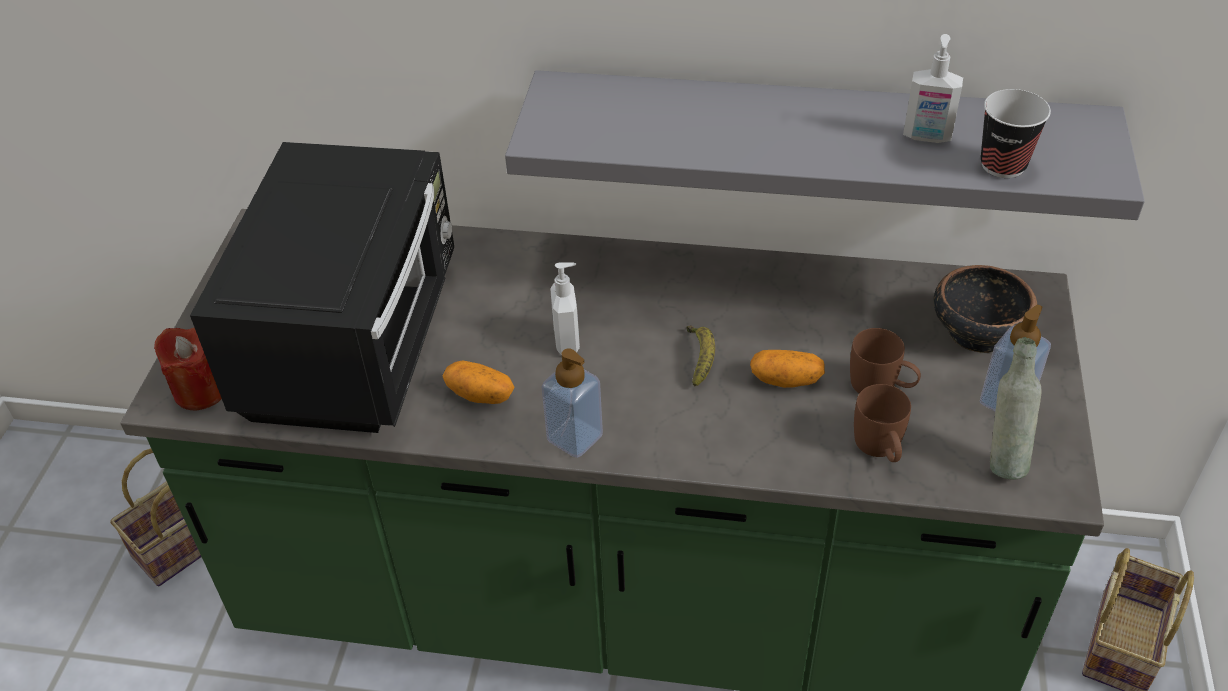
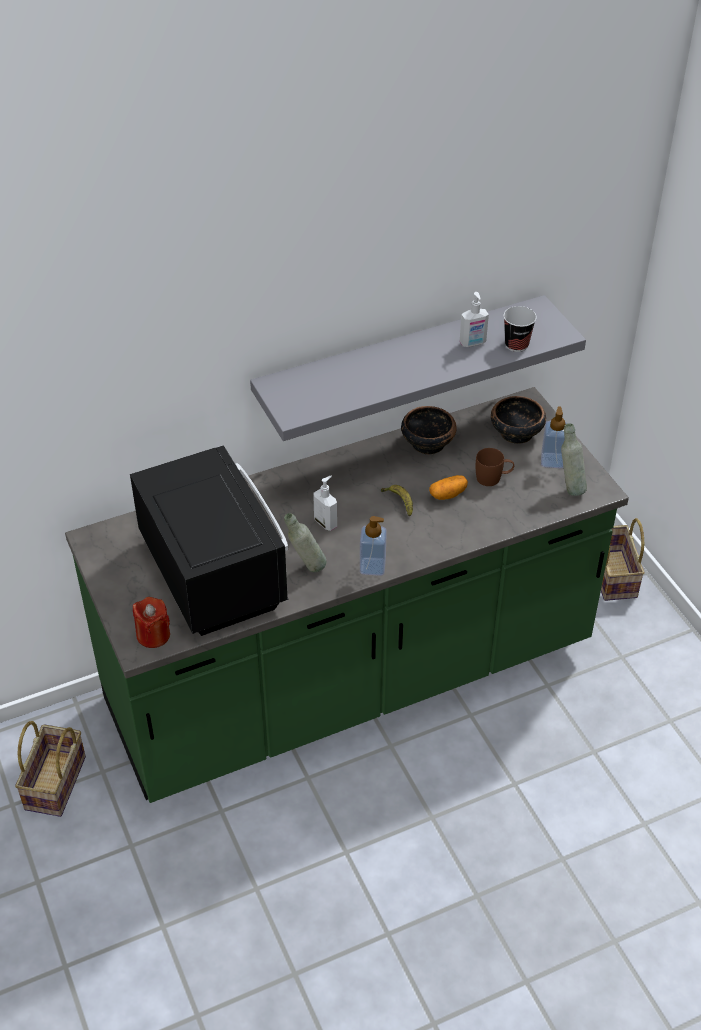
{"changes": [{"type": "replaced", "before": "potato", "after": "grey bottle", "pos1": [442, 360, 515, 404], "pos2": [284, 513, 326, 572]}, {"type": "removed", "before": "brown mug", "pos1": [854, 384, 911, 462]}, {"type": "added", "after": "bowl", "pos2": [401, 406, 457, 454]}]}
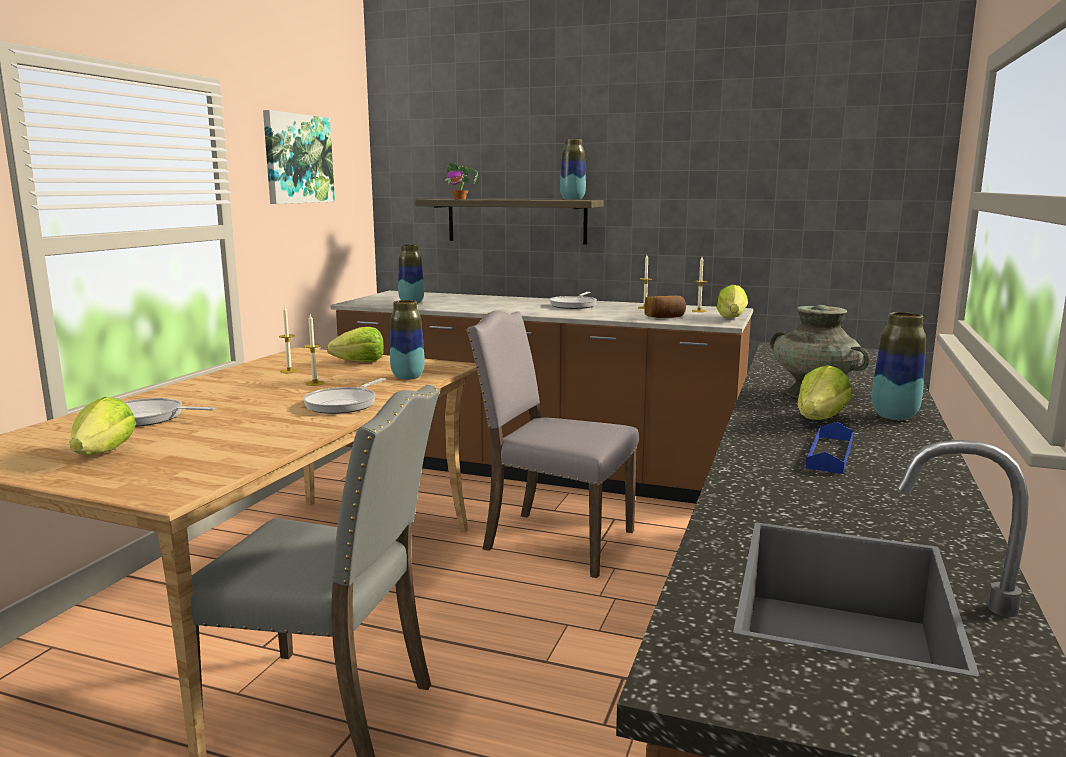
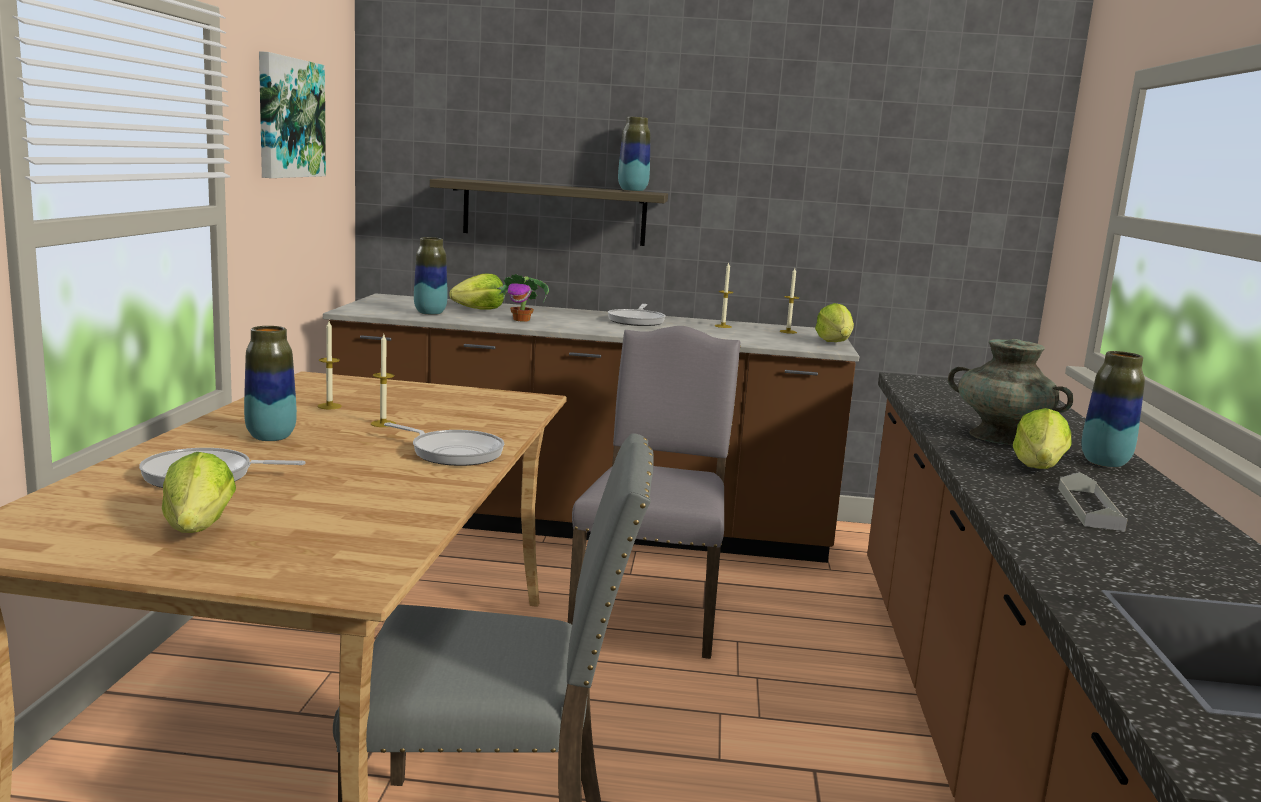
{"changes": [{"type": "moved", "before": "potted plant", "pos1": [443, 162, 478, 199], "pos2": [497, 274, 549, 322]}, {"type": "removed", "before": "bread", "pos1": [644, 296, 686, 318]}, {"type": "moved", "before": "vase", "pos1": [390, 300, 425, 380], "pos2": [244, 326, 297, 441]}, {"type": "turned", "before": "grey chair", "pos1": [466, 310, 639, 578], "pos2": [568, 326, 741, 659], "turn": 90}, {"type": "moved", "before": "lettuce", "pos1": [327, 327, 384, 362], "pos2": [449, 274, 504, 310]}, {"type": "turned", "before": "frying pan", "pos1": [303, 378, 386, 414], "pos2": [384, 422, 504, 466], "turn": -75}, {"type": "recoloured", "before": "blue tray", "after": "grey tray", "pos1": [805, 422, 853, 474], "pos2": [1058, 472, 1128, 531]}]}
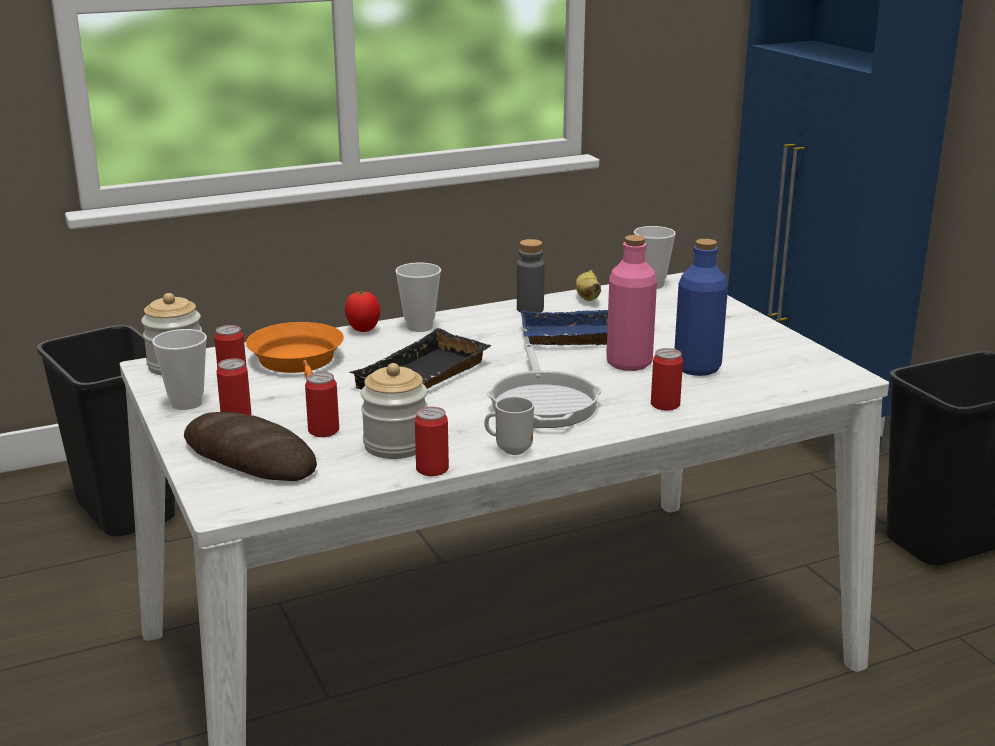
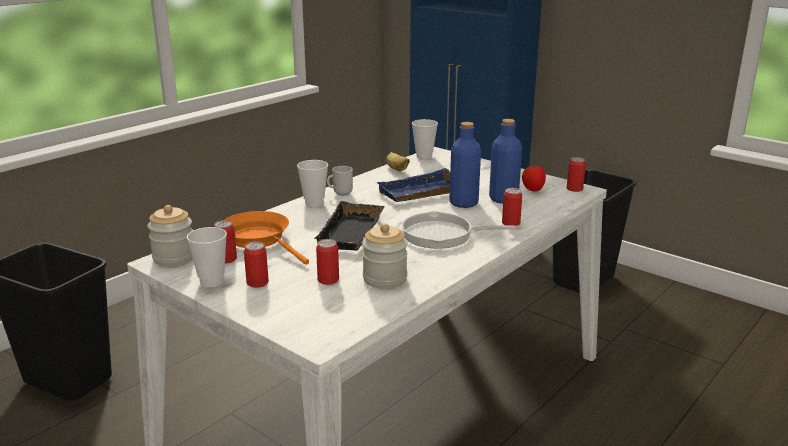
{"changes": [{"type": "recoloured", "before": "pink bottle", "after": "blue bottle", "pos1": [606, 235, 657, 371], "pos2": [449, 122, 481, 208]}, {"type": "removed", "before": "grey bottle", "pos1": [517, 239, 545, 313]}, {"type": "moved", "before": "tomato", "pos1": [345, 291, 380, 332], "pos2": [522, 165, 546, 191]}, {"type": "turned", "before": "frying pan", "pos1": [487, 344, 602, 428], "pos2": [397, 211, 521, 249], "turn": 120}, {"type": "moved", "before": "mug", "pos1": [484, 397, 534, 455], "pos2": [327, 166, 353, 196]}, {"type": "moved", "before": "can", "pos1": [415, 407, 449, 476], "pos2": [567, 157, 586, 192]}, {"type": "removed", "before": "bread", "pos1": [184, 412, 317, 481]}]}
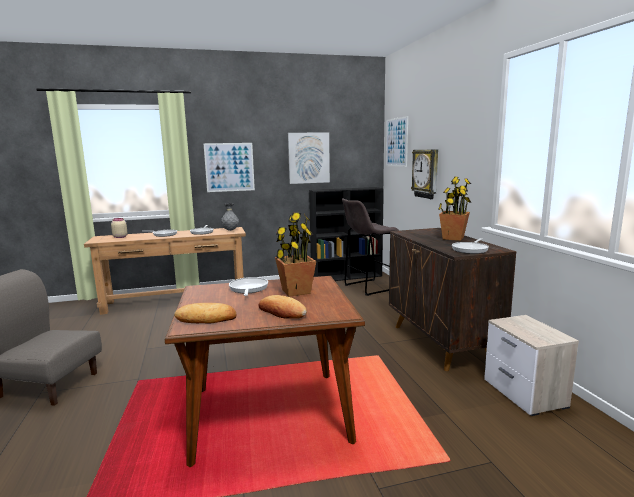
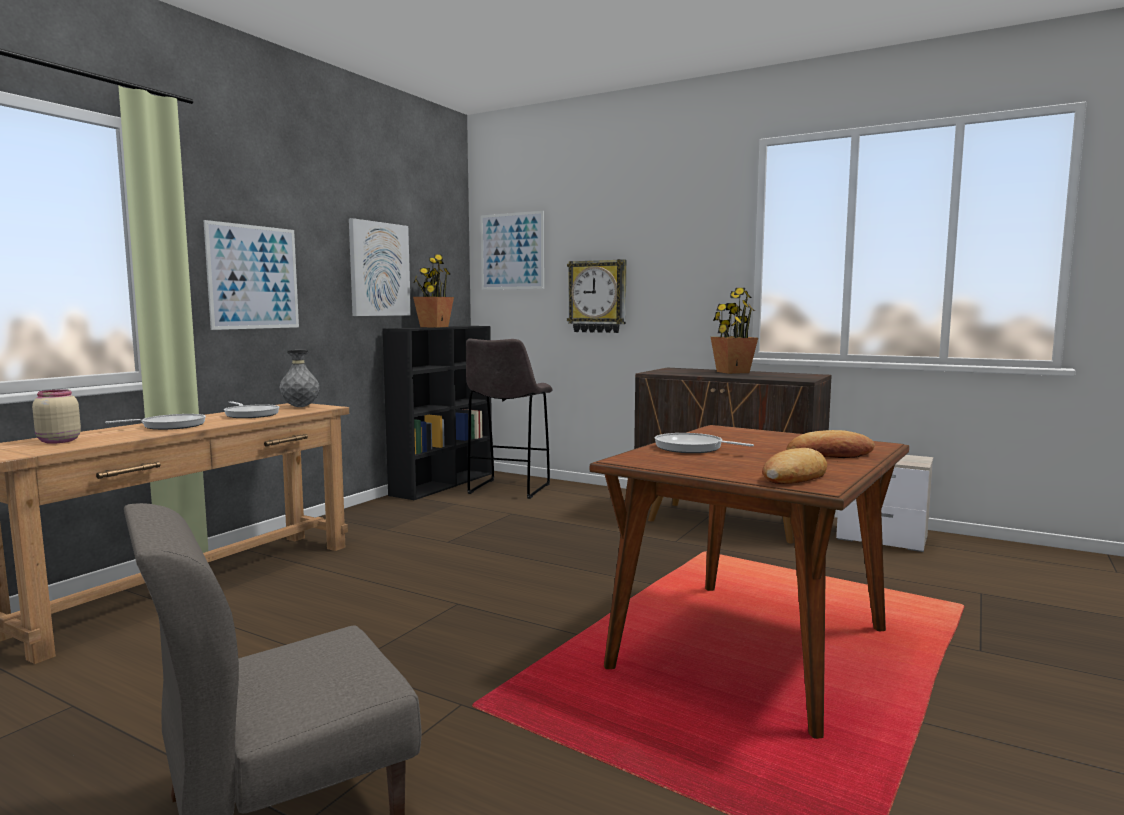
{"changes": [{"type": "moved", "before": "potted plant", "pos1": [275, 213, 316, 297], "pos2": [413, 254, 454, 328]}, {"type": "removed", "before": "frying pan", "pos1": [452, 238, 489, 254]}]}
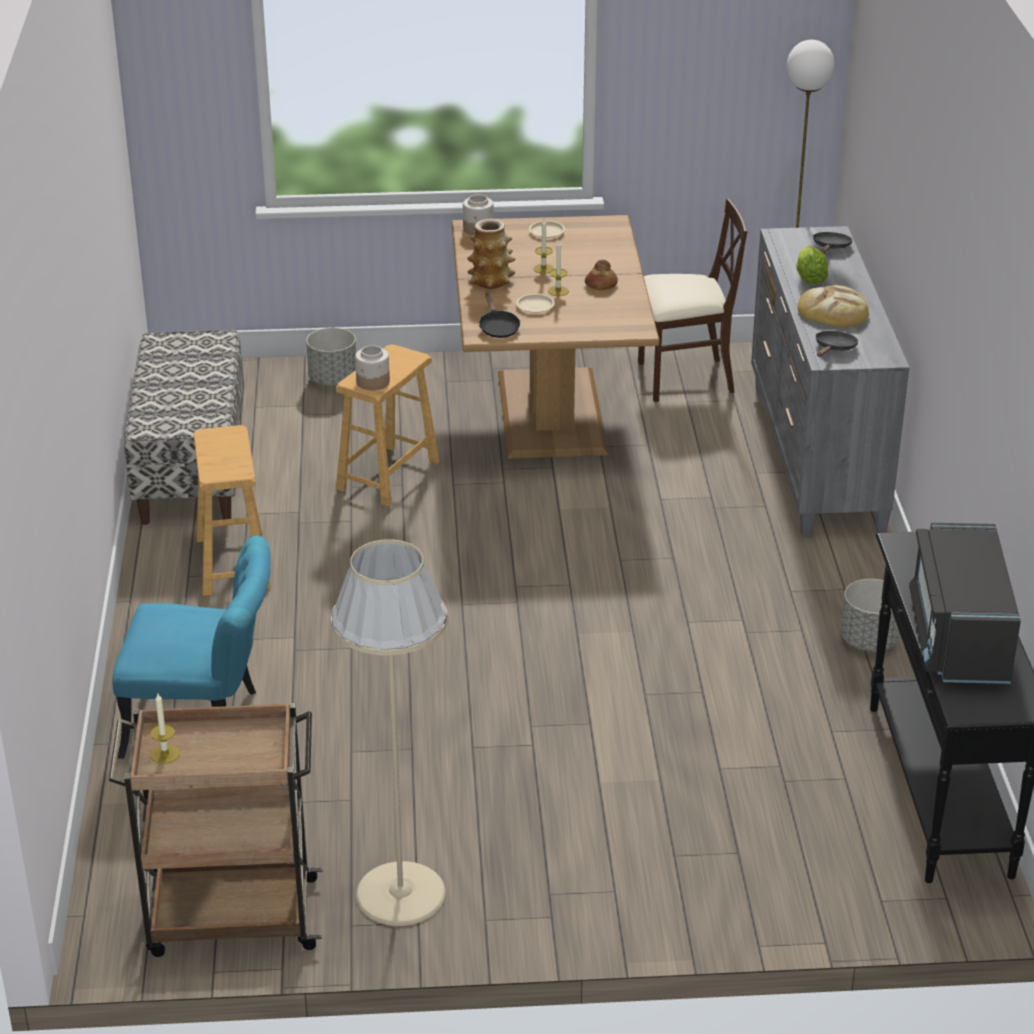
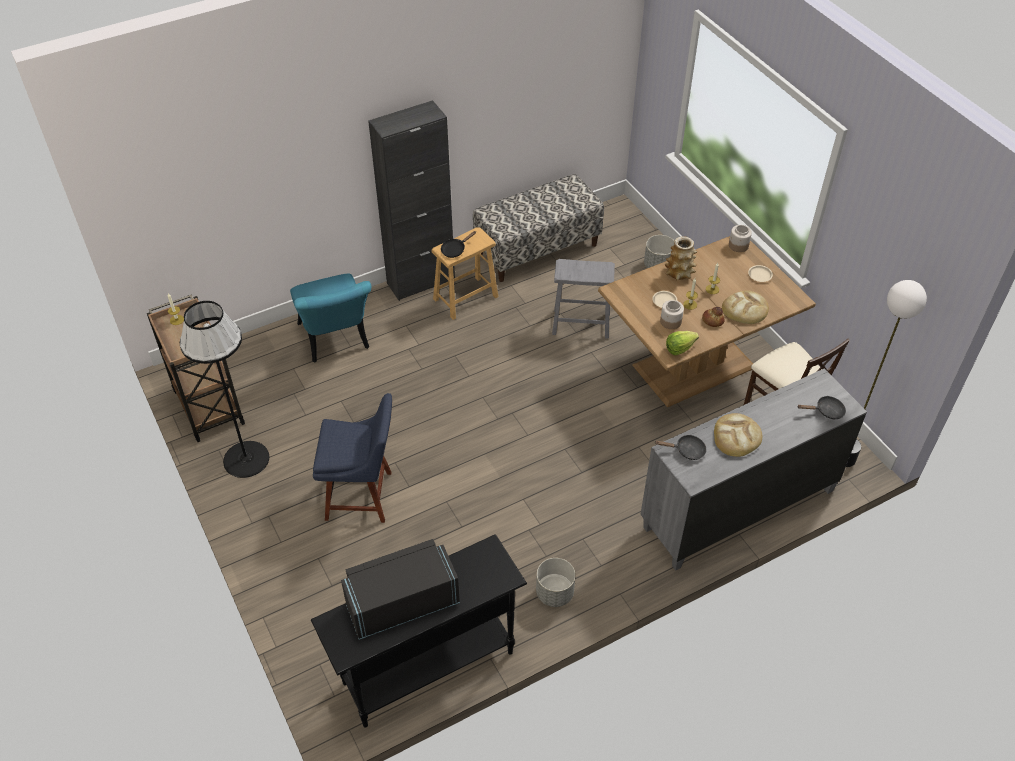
{"changes": [{"type": "moved", "before": "lettuce", "pos1": [797, 246, 828, 284], "pos2": [666, 331, 699, 355]}, {"type": "moved", "before": "black frying pan", "pos1": [479, 293, 520, 338], "pos2": [441, 231, 476, 258]}, {"type": "recoloured", "before": "brown stool", "after": "grey stool", "pos1": [336, 344, 440, 507], "pos2": [552, 259, 615, 339]}, {"type": "moved", "before": "jar", "pos1": [355, 345, 390, 390], "pos2": [660, 300, 684, 329]}, {"type": "recoloured", "before": "beige floor lamp", "after": "black floor lamp", "pos1": [331, 539, 447, 926], "pos2": [180, 301, 269, 478]}, {"type": "added", "after": "black cabinet", "pos2": [368, 100, 455, 301]}, {"type": "added", "after": "bread", "pos2": [722, 290, 769, 324]}, {"type": "added", "after": "blue chair", "pos2": [313, 393, 392, 523]}]}
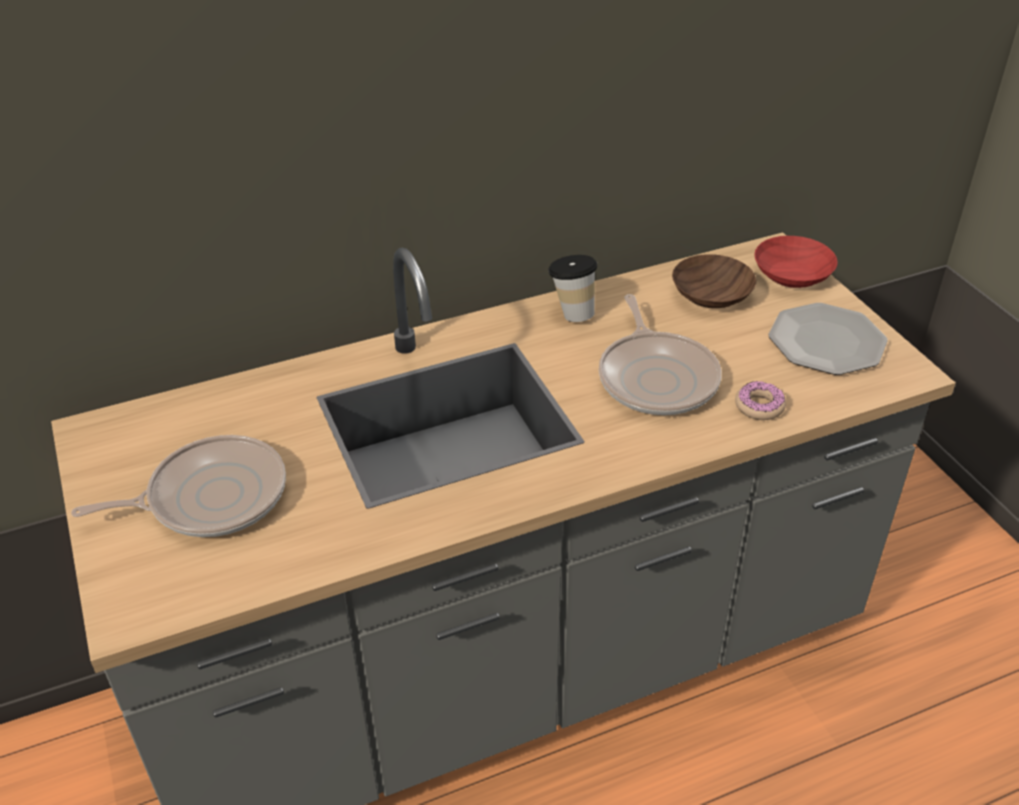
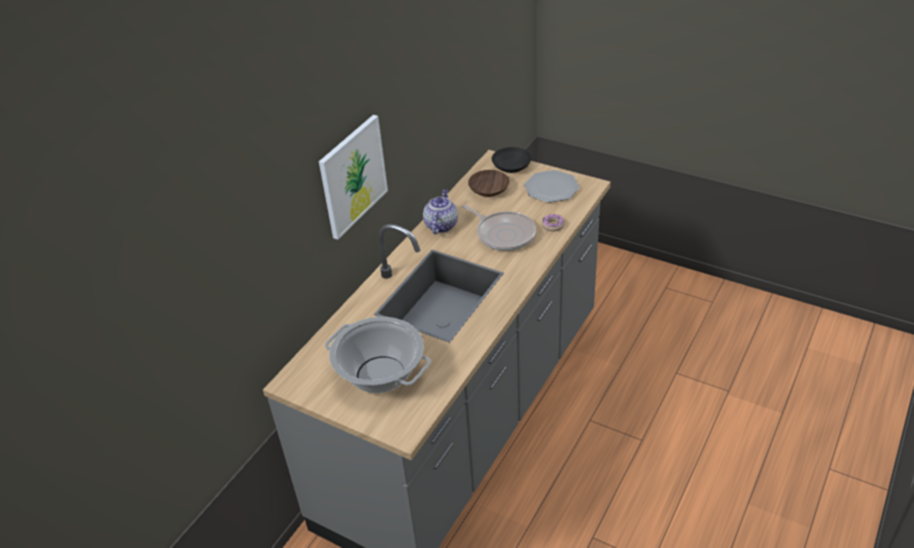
{"changes": [{"type": "recoloured", "before": "red bowl", "after": "black bowl", "pos1": [754, 236, 838, 288], "pos2": [492, 147, 532, 173]}, {"type": "replaced", "before": "cup", "after": "teapot", "pos1": [548, 255, 597, 322], "pos2": [423, 189, 458, 234]}, {"type": "replaced", "before": "frying pan", "after": "cooking pot", "pos1": [71, 435, 286, 537], "pos2": [325, 317, 431, 393]}, {"type": "added", "after": "picture", "pos2": [319, 115, 388, 240]}]}
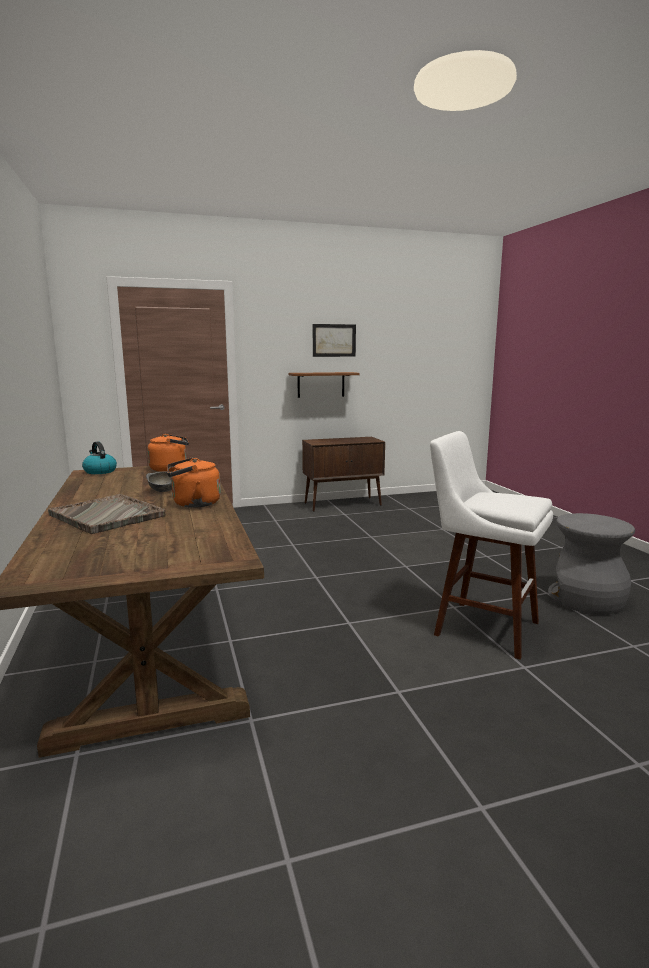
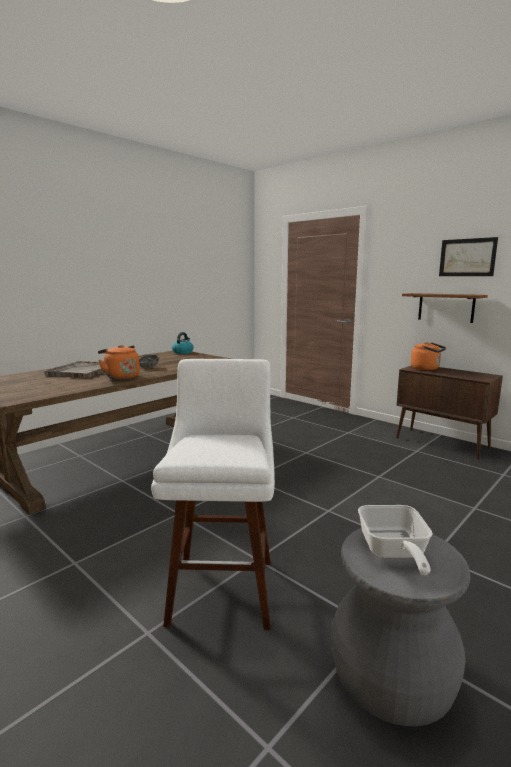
{"changes": [{"type": "moved", "before": "orange kettle", "pos1": [147, 434, 189, 472], "pos2": [411, 342, 446, 370]}, {"type": "added", "after": "frying pan", "pos2": [358, 505, 433, 575]}]}
